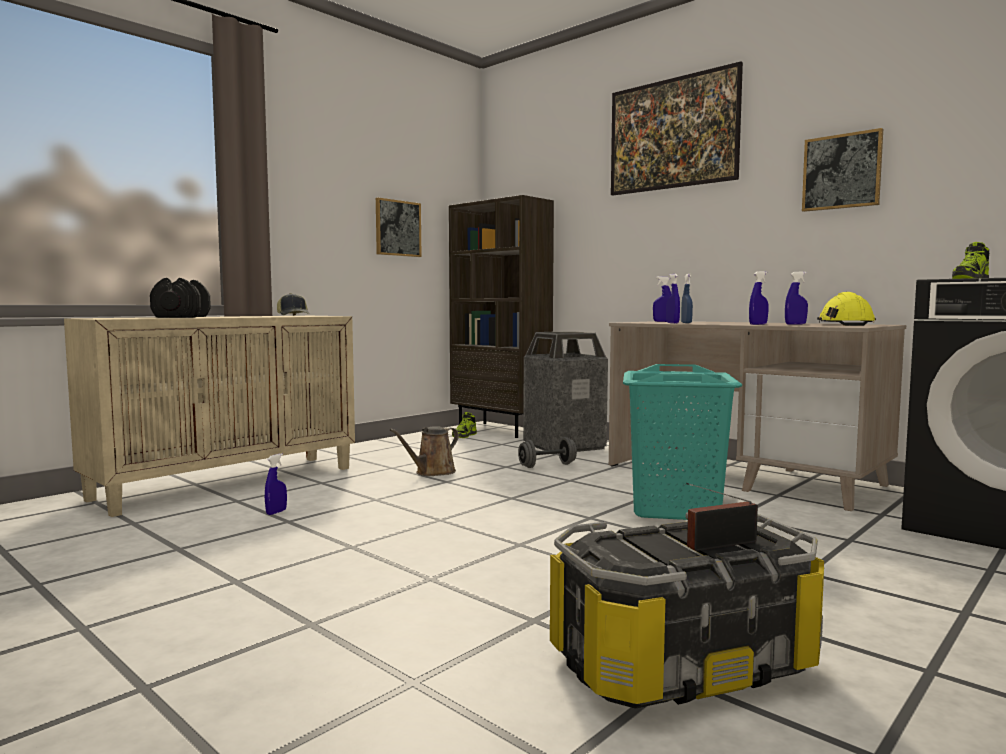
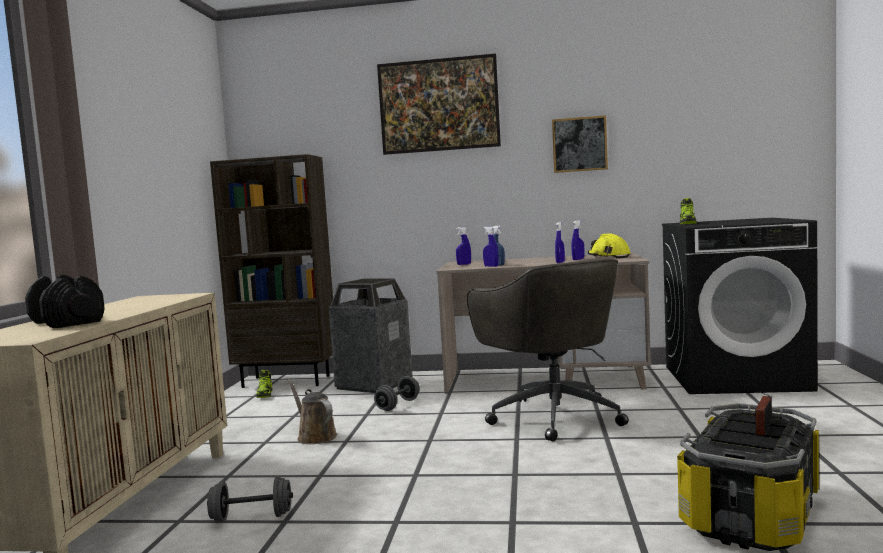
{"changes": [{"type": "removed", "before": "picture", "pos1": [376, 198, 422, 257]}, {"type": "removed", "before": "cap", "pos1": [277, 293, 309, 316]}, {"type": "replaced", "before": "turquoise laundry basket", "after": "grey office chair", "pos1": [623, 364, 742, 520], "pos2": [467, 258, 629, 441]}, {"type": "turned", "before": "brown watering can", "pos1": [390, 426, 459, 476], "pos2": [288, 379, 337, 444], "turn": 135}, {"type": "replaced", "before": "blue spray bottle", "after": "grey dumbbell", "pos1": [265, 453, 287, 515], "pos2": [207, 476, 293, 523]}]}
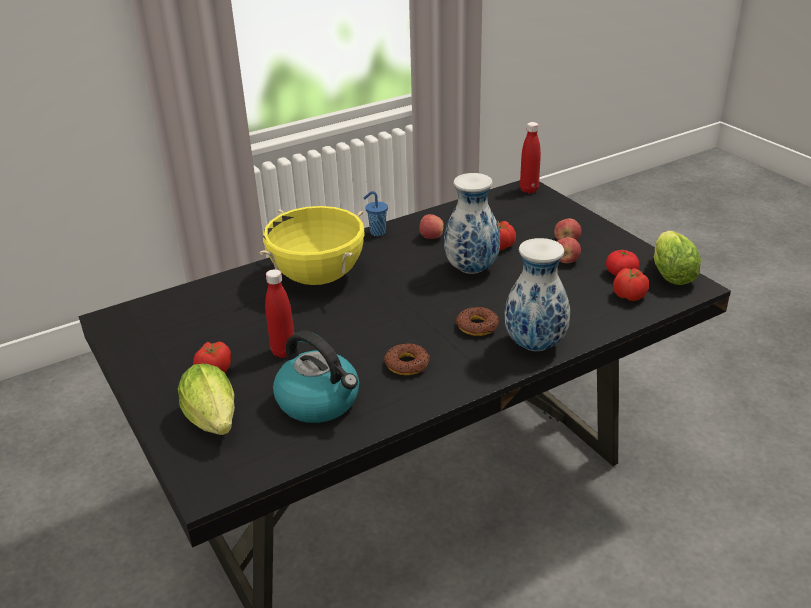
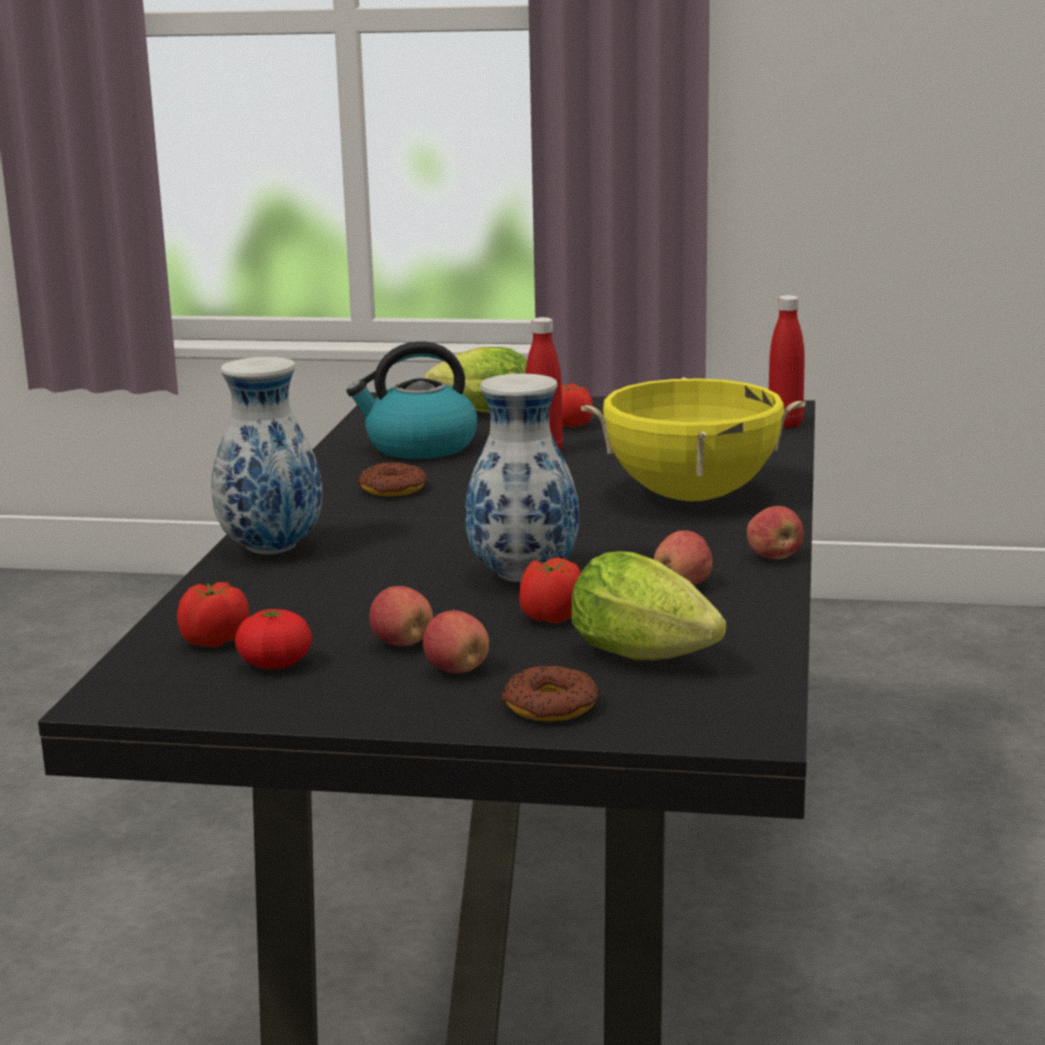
{"changes": [{"type": "moved", "before": "red bottle", "pos1": [520, 122, 541, 193], "pos2": [769, 295, 805, 428]}, {"type": "replaced", "before": "blue cup", "after": "apple", "pos1": [363, 191, 388, 236], "pos2": [747, 506, 804, 559]}, {"type": "moved", "before": "lettuce", "pos1": [654, 231, 701, 285], "pos2": [571, 551, 726, 660]}, {"type": "moved", "before": "donut", "pos1": [456, 307, 499, 336], "pos2": [501, 665, 599, 721]}]}
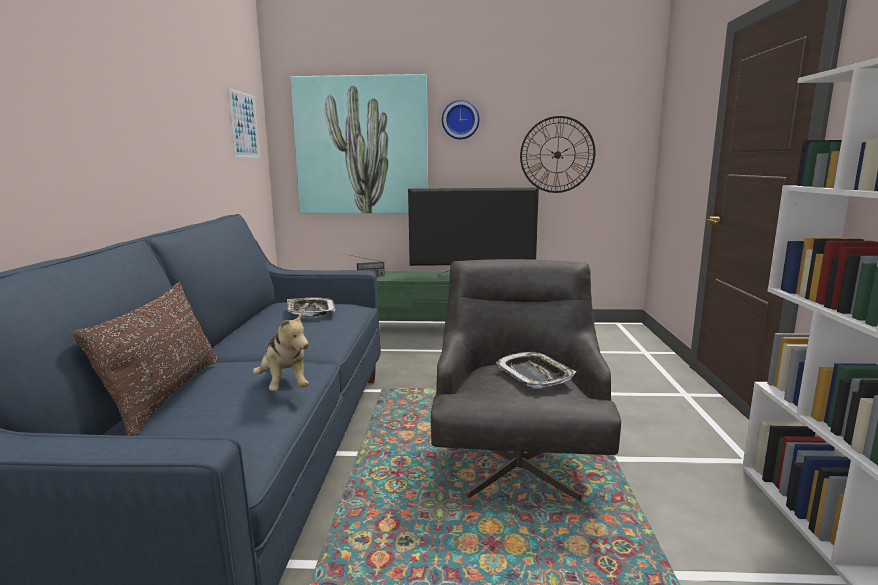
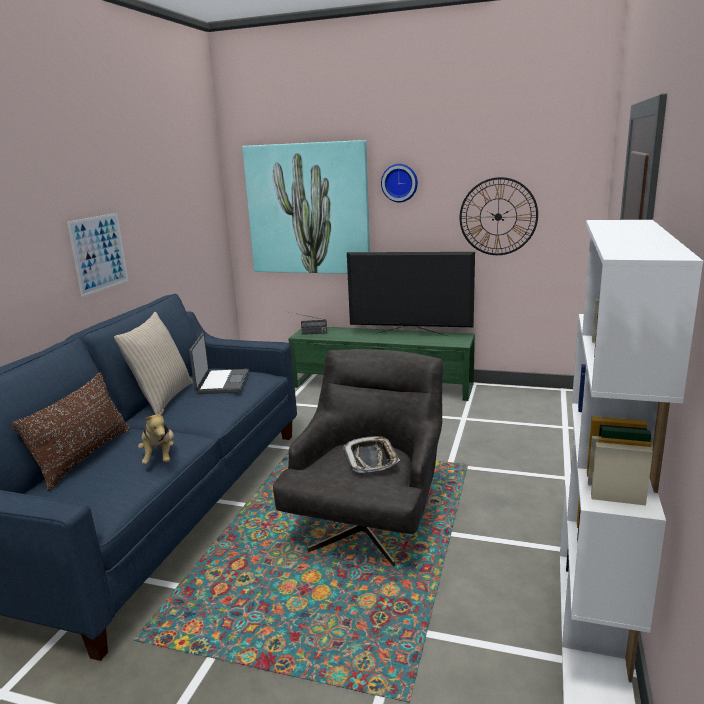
{"changes": [{"type": "moved", "before": "picture", "pos1": [228, 88, 260, 158], "pos2": [67, 213, 128, 297]}, {"type": "replaced", "before": "tray", "after": "laptop", "pos1": [287, 297, 336, 316], "pos2": [189, 333, 249, 394]}, {"type": "added", "after": "beige pillow", "pos2": [114, 312, 193, 415]}]}
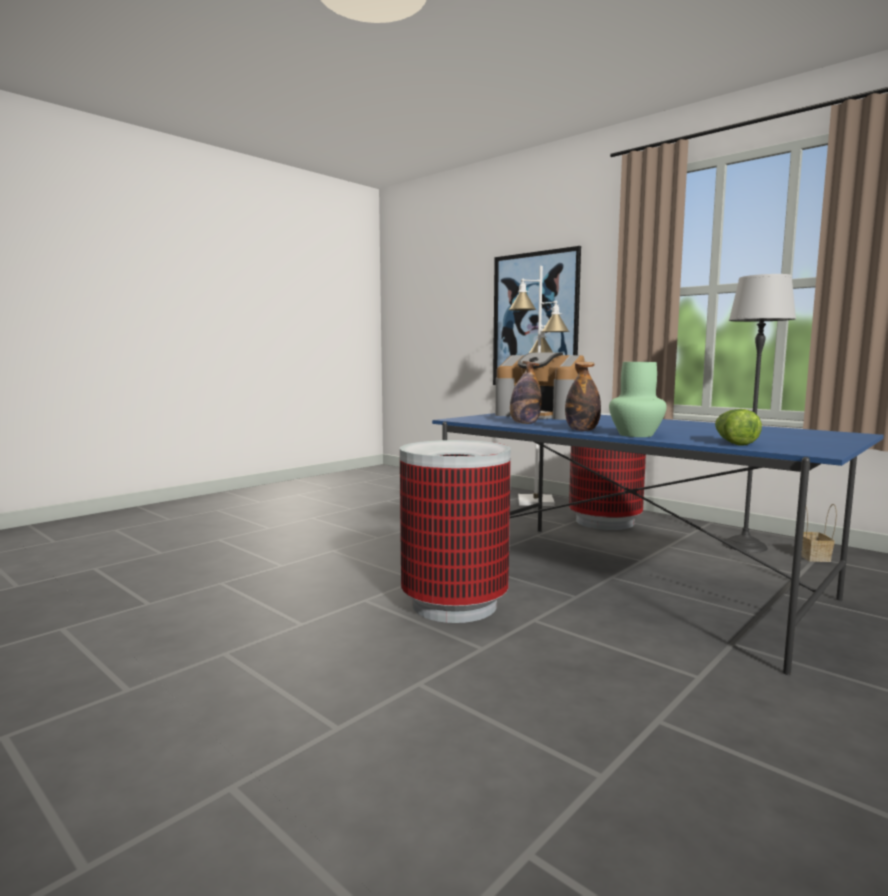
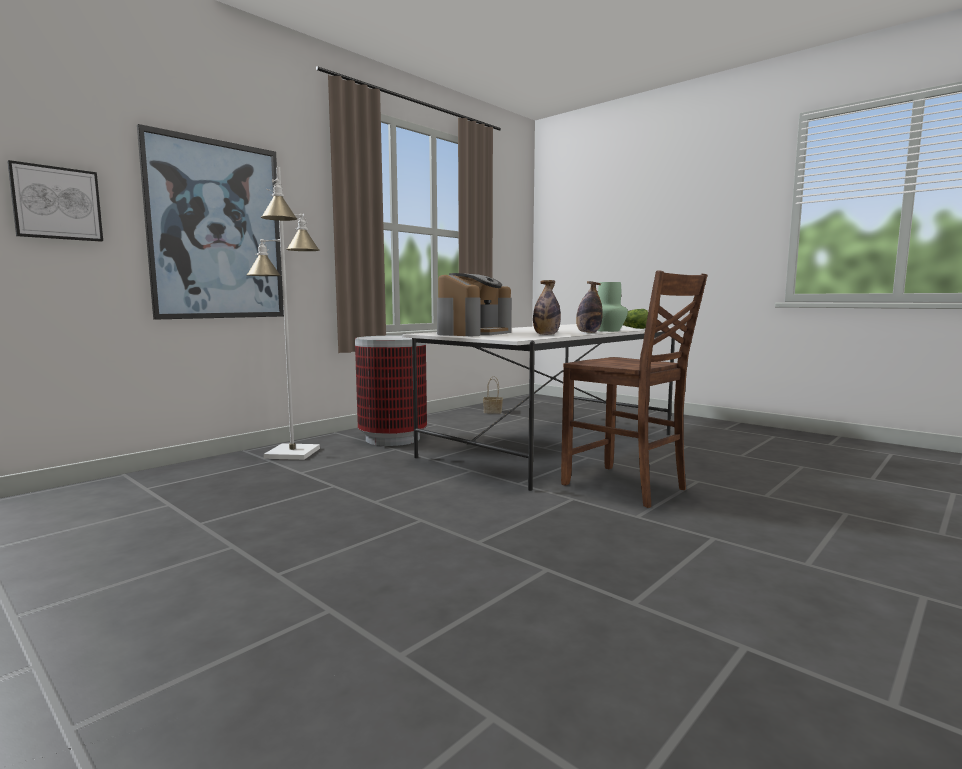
{"changes": [{"type": "removed", "before": "floor lamp", "pos1": [722, 274, 796, 552]}, {"type": "recoloured", "before": "blue dining table", "after": "white dining table", "pos1": [432, 413, 884, 675], "pos2": [402, 324, 675, 491]}, {"type": "replaced", "before": "trash can", "after": "brown chair", "pos1": [400, 440, 511, 623], "pos2": [561, 271, 708, 508]}, {"type": "added", "after": "picture", "pos2": [7, 160, 103, 242]}]}
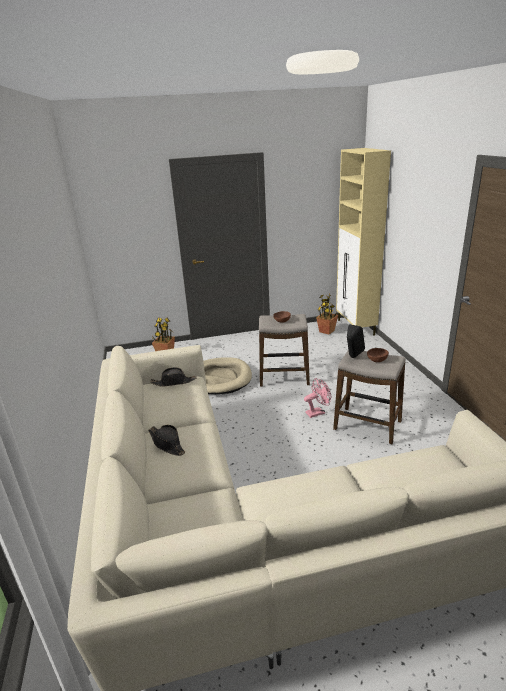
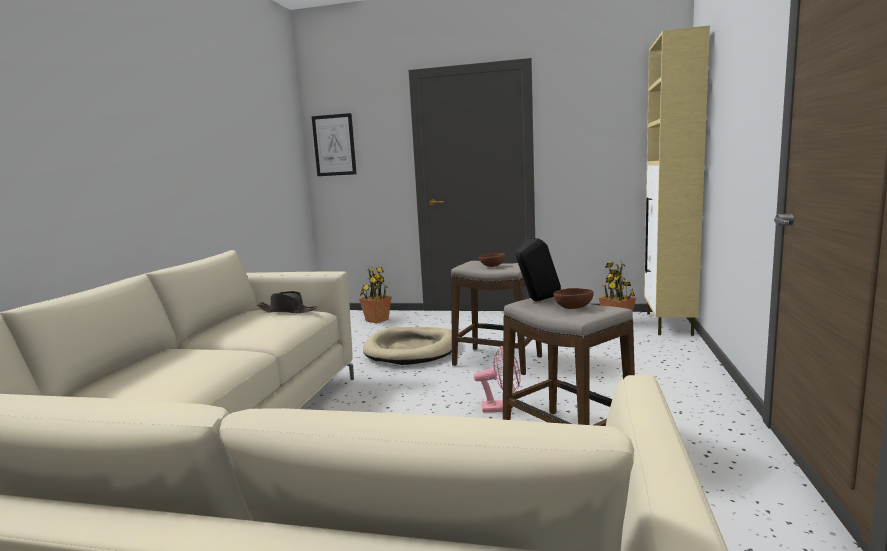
{"changes": [{"type": "removed", "before": "black hat", "pos1": [148, 425, 185, 456]}, {"type": "added", "after": "picture", "pos2": [312, 113, 356, 176]}]}
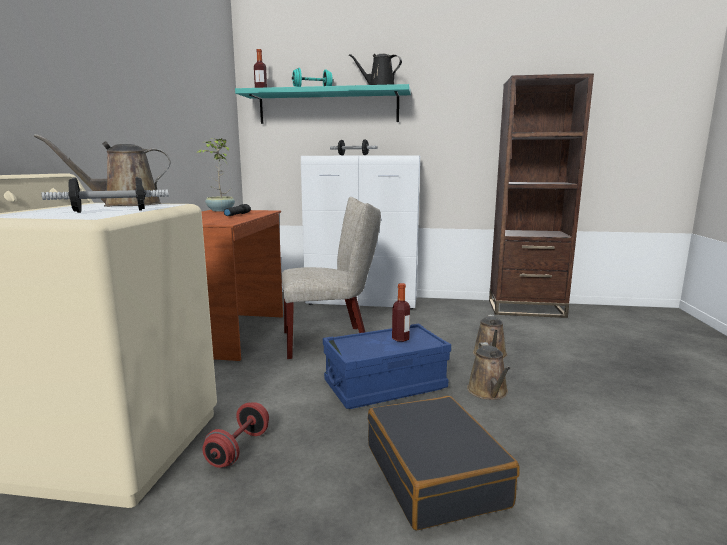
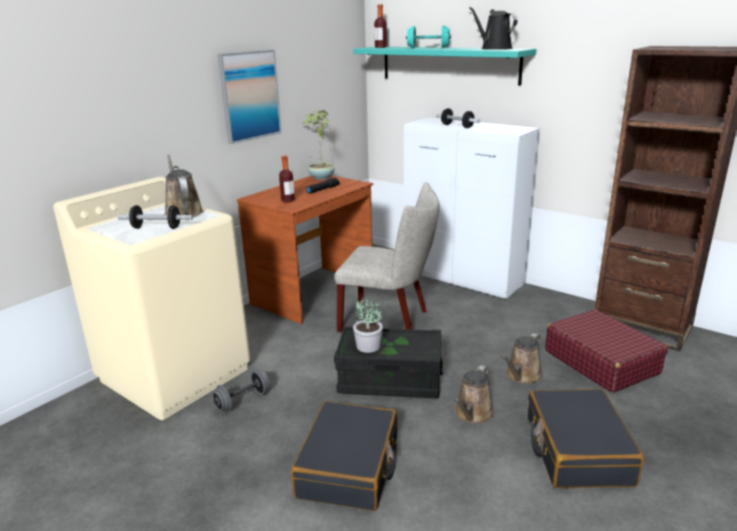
{"changes": [{"type": "turned", "before": "brown watering can", "pos1": [34, 134, 171, 207], "pos2": [164, 155, 203, 217], "turn": 60}, {"type": "moved", "before": "bottle", "pos1": [392, 283, 410, 342], "pos2": [279, 156, 295, 202]}, {"type": "recoloured", "before": "blue storage box", "after": "black storage box", "pos1": [323, 323, 451, 409], "pos2": [334, 326, 443, 398]}, {"type": "recoloured", "before": "red dumbbell", "after": "grey dumbbell", "pos1": [202, 402, 269, 468], "pos2": [212, 369, 270, 412]}, {"type": "added", "after": "picture", "pos2": [218, 50, 282, 144]}, {"type": "added", "after": "potted plant", "pos2": [353, 297, 383, 353]}, {"type": "added", "after": "red suitcase", "pos2": [545, 309, 668, 393]}, {"type": "added", "after": "black suitcase", "pos2": [528, 389, 644, 488]}]}
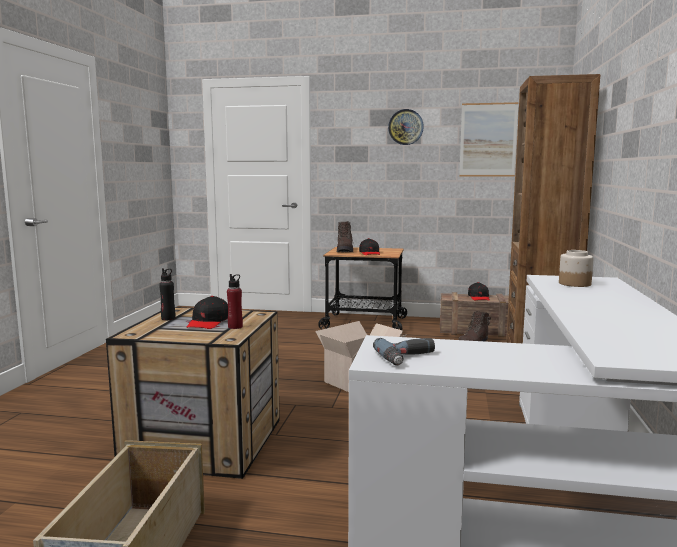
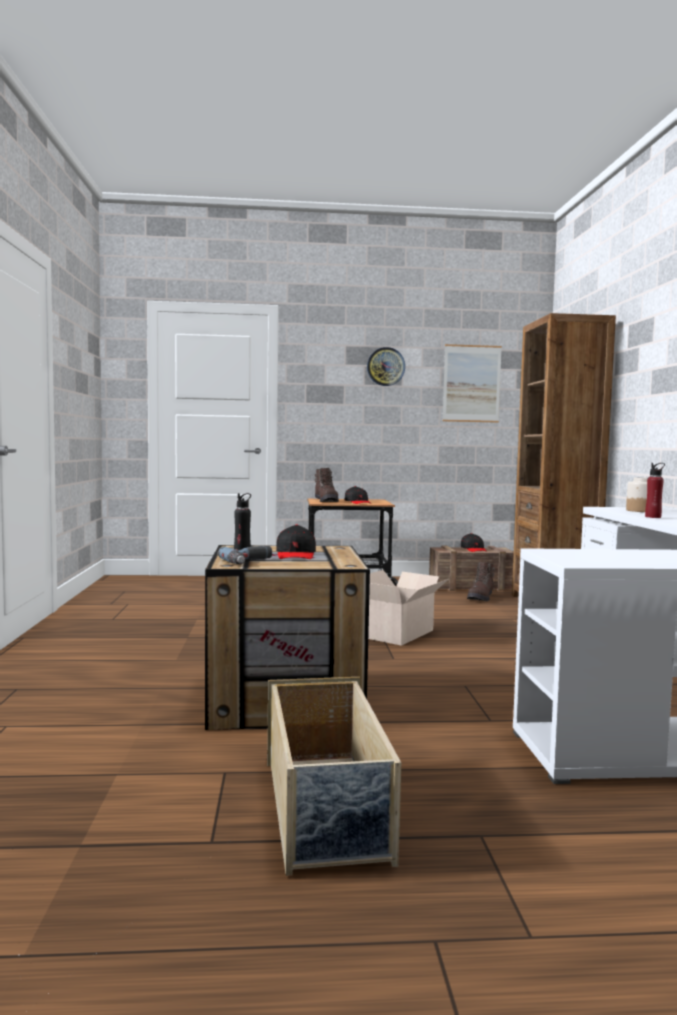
{"changes": [{"type": "moved", "before": "red bottle", "pos1": [227, 274, 243, 329], "pos2": [645, 463, 665, 518]}, {"type": "moved", "before": "power drill", "pos1": [373, 338, 435, 366], "pos2": [218, 546, 272, 565]}]}
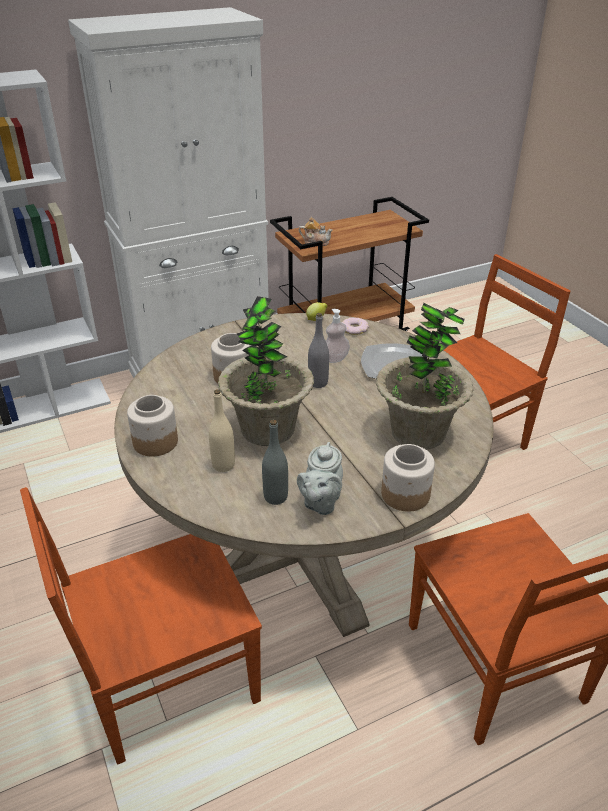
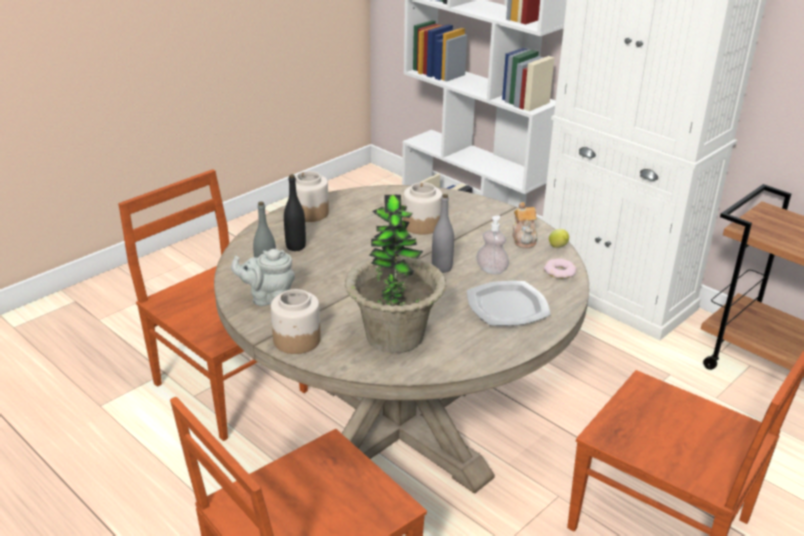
{"changes": [{"type": "moved", "before": "teapot", "pos1": [299, 217, 333, 246], "pos2": [512, 202, 537, 248]}, {"type": "removed", "before": "potted plant", "pos1": [218, 296, 314, 446]}, {"type": "recoloured", "before": "beige bottle", "after": "black bottle", "pos1": [209, 389, 235, 472], "pos2": [284, 174, 306, 251]}]}
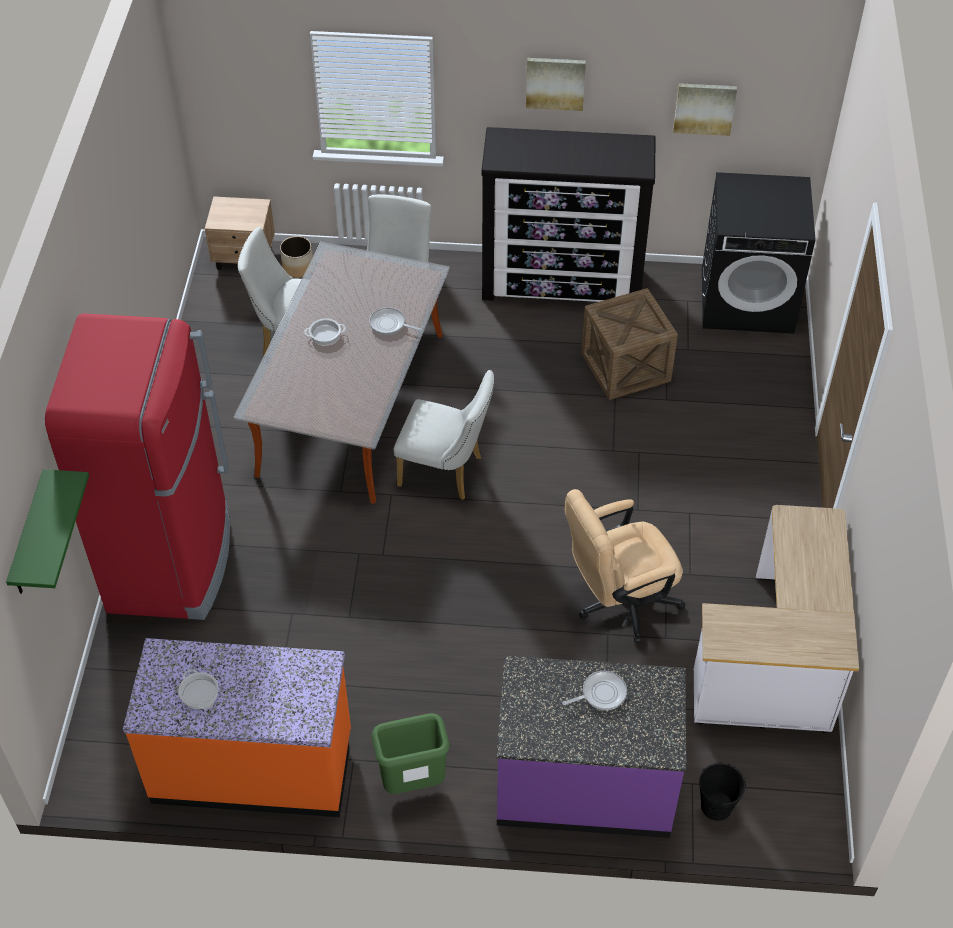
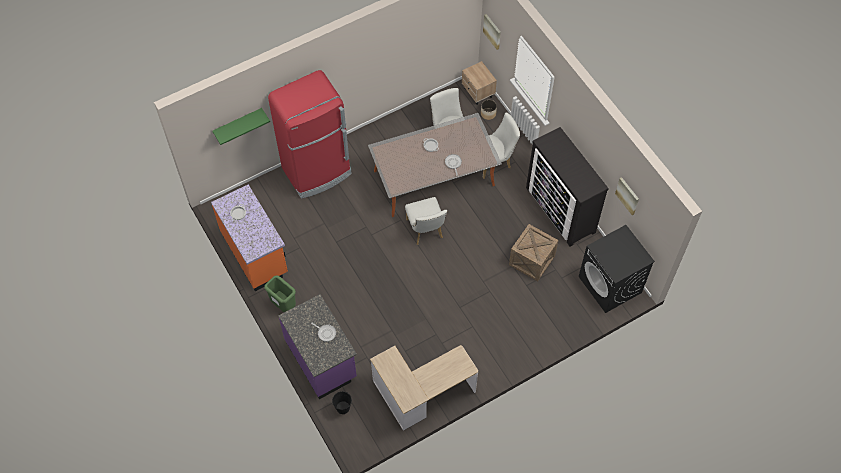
{"changes": [{"type": "moved", "before": "picture", "pos1": [526, 58, 586, 111], "pos2": [483, 14, 501, 50]}, {"type": "removed", "before": "beige office chair", "pos1": [565, 489, 685, 643]}]}
